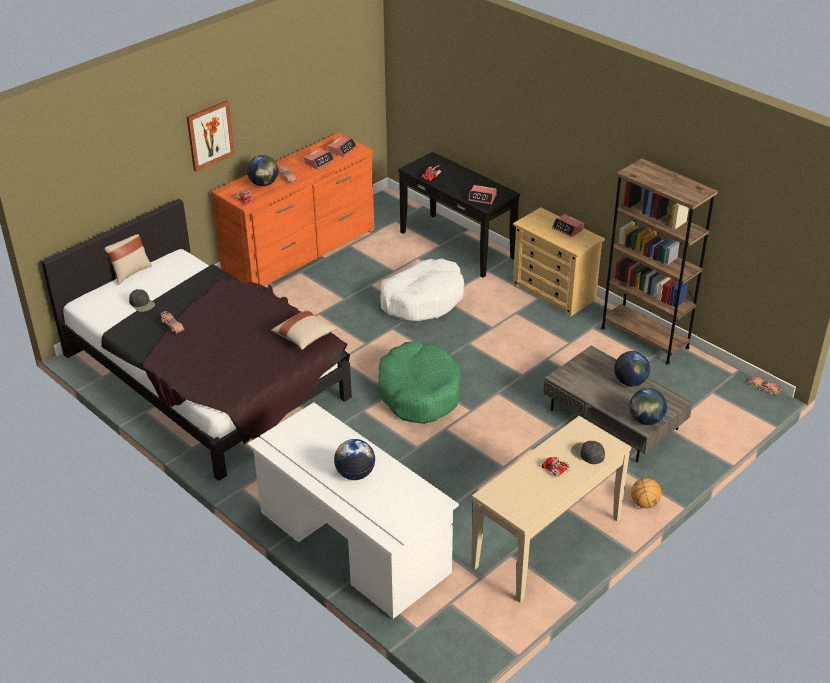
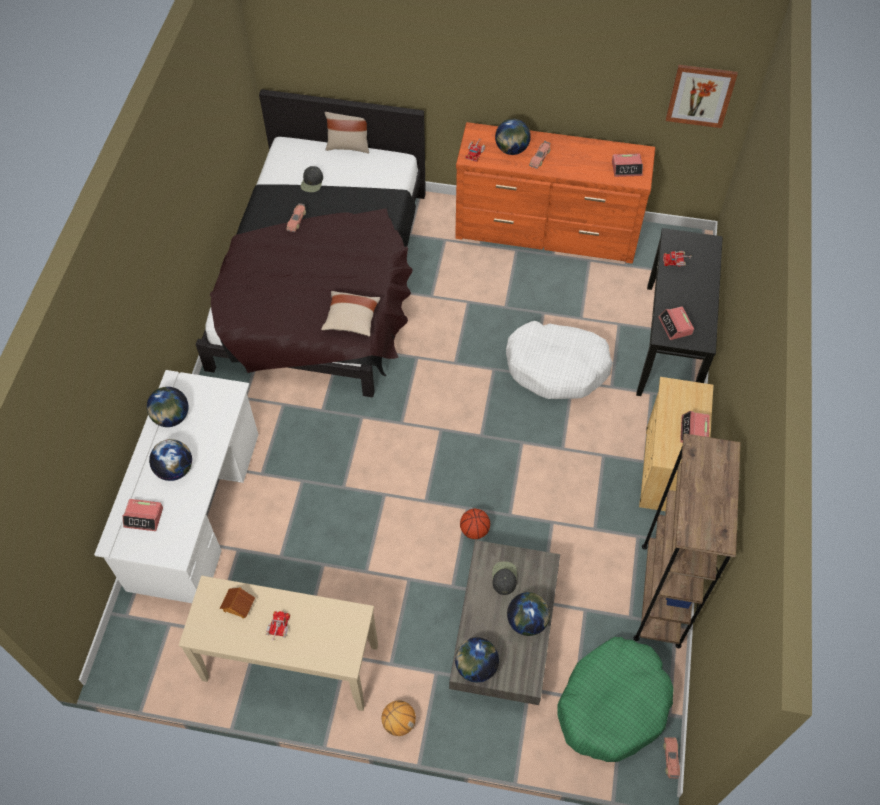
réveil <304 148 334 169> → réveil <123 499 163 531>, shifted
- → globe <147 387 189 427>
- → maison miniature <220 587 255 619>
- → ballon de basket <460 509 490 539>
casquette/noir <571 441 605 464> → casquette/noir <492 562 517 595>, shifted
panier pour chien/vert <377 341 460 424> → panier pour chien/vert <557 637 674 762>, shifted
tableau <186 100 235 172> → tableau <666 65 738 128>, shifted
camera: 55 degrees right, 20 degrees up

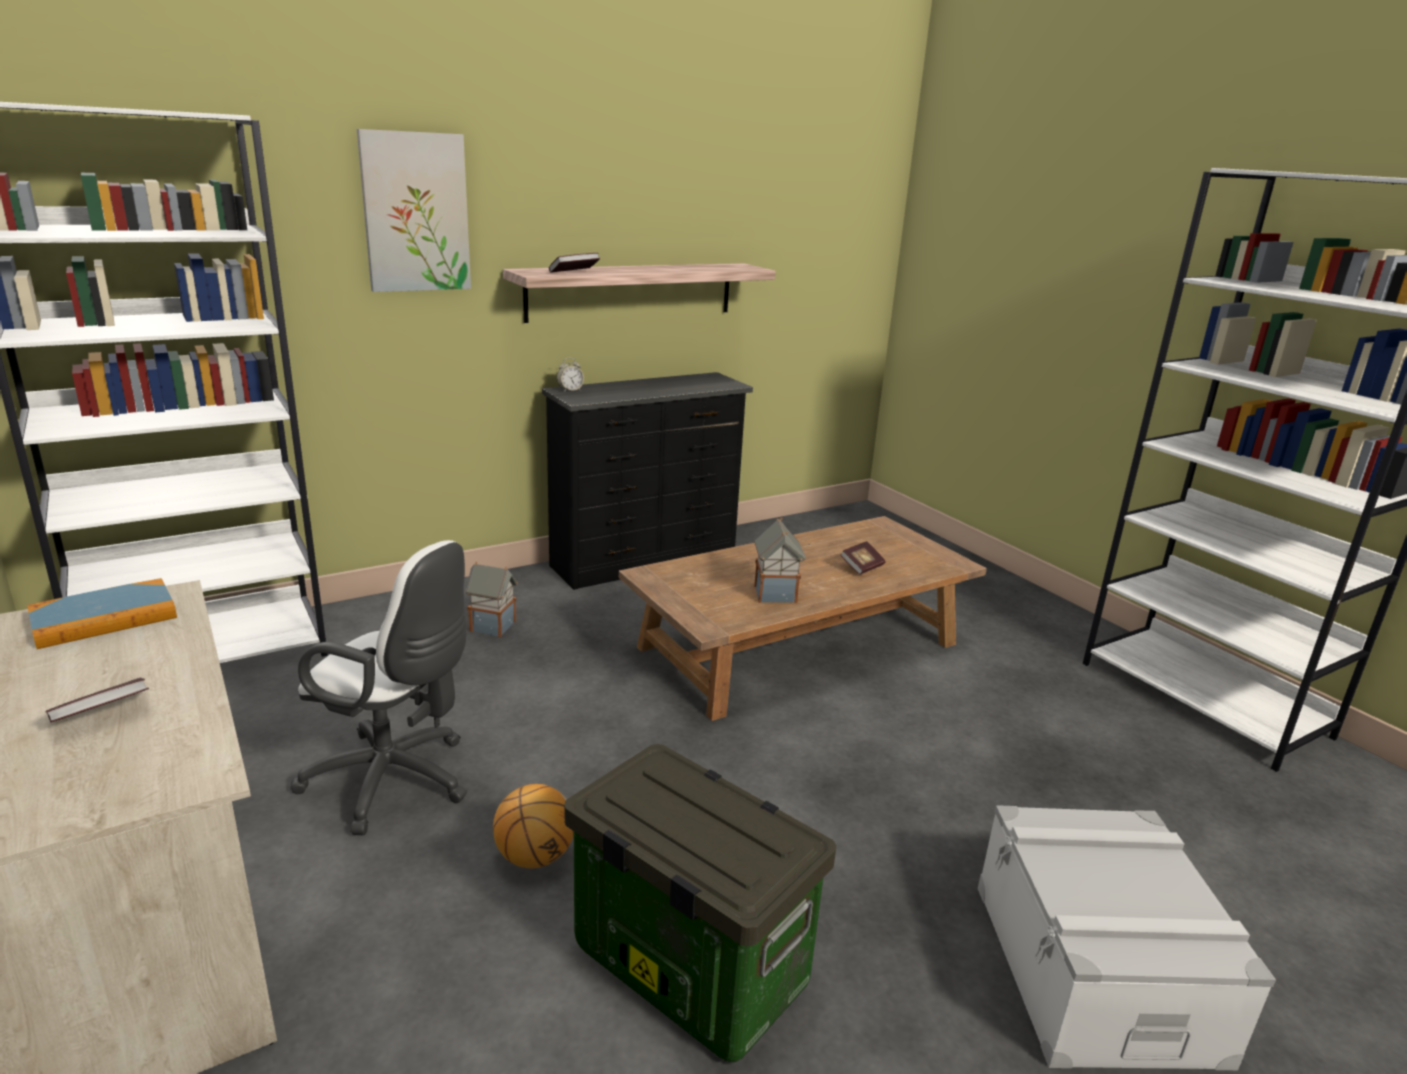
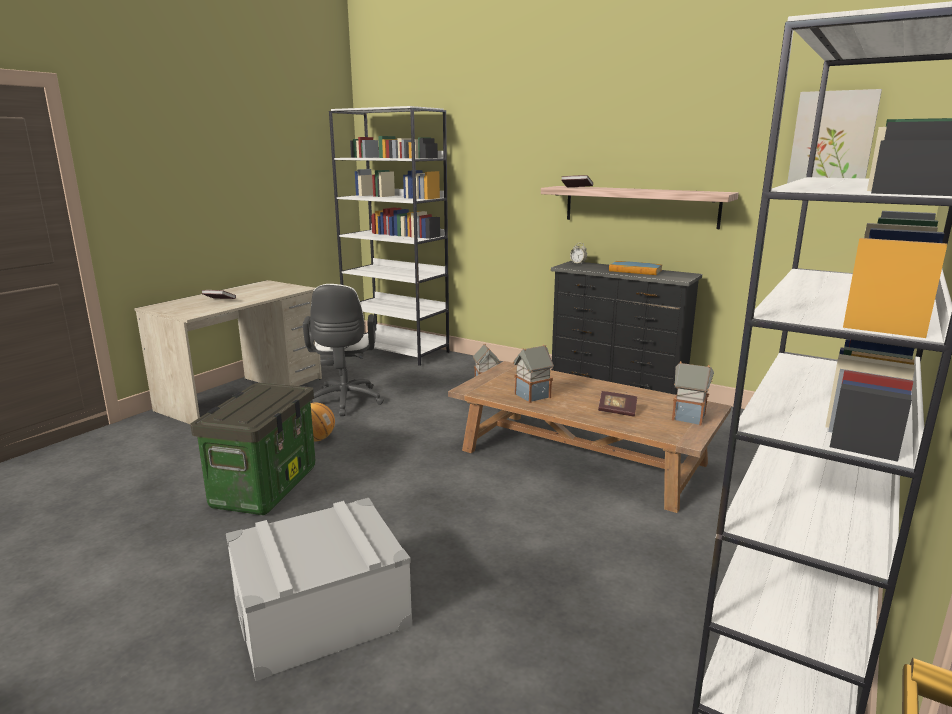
livre <27 578 177 649> → livre <609 261 662 275>, shifted
- → maison miniature <672 361 714 426>
tableau <357 129 471 292> → tableau <787 89 882 183>, shifted
camera: 65 degrees right, 5 degrees down

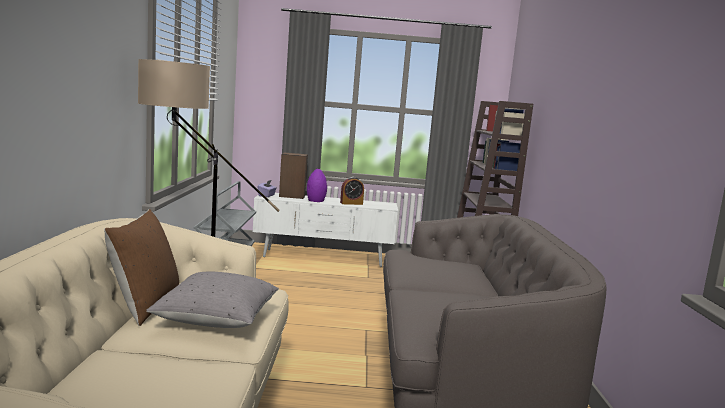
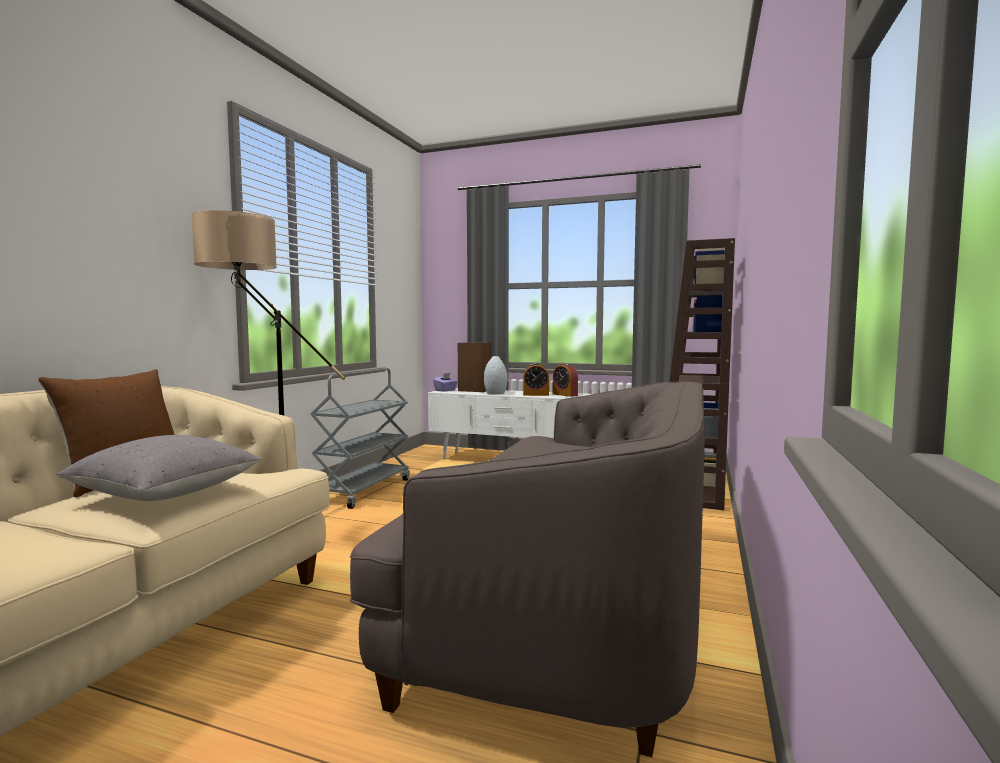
vase/violet <307 169 327 202> → vase/gris <484 356 508 394>
- → réveil <553 363 578 397>
camera: 20 degrees right, 5 degrees down

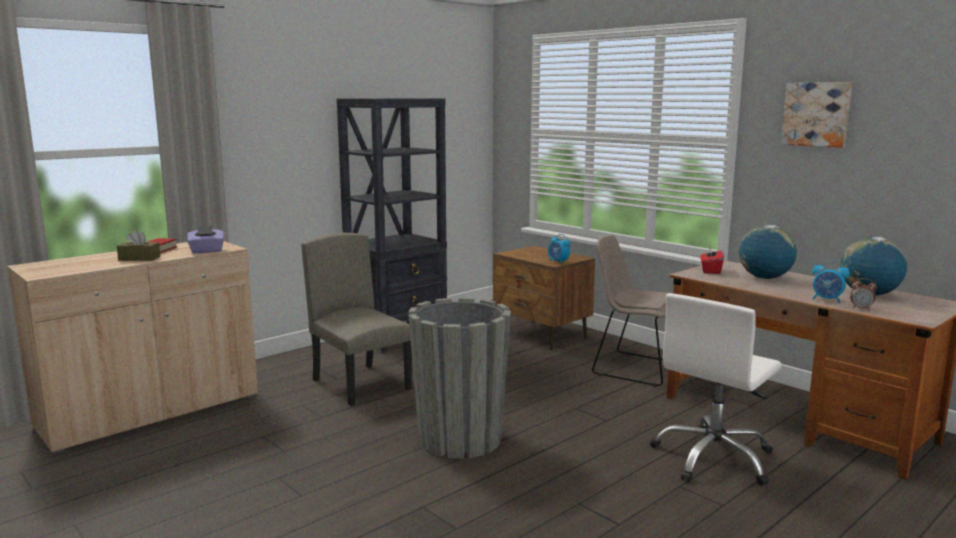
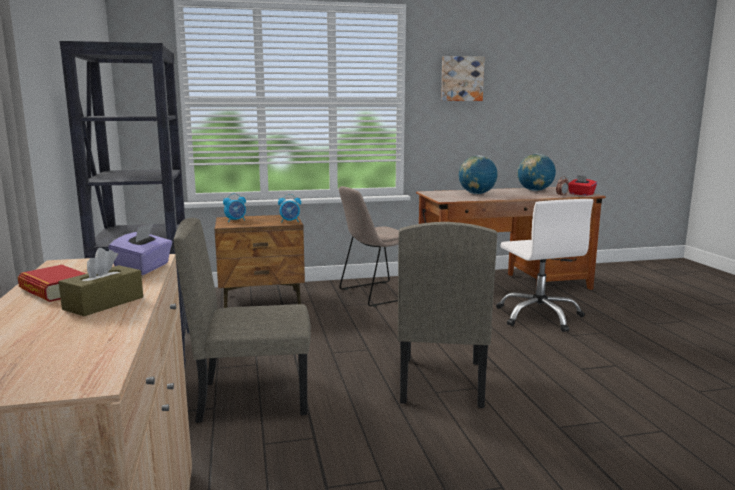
réveil <812 260 850 303> → réveil <223 193 246 222>, shifted
cache-pot/gris <408 297 511 459> → chaise/beige <398 222 497 408>
boîte à mouchoirs/rouge <700 244 724 274> → boîte à mouchoirs/rouge <568 175 597 196>, shifted
camera: 60 degrees left, 0 degrees up

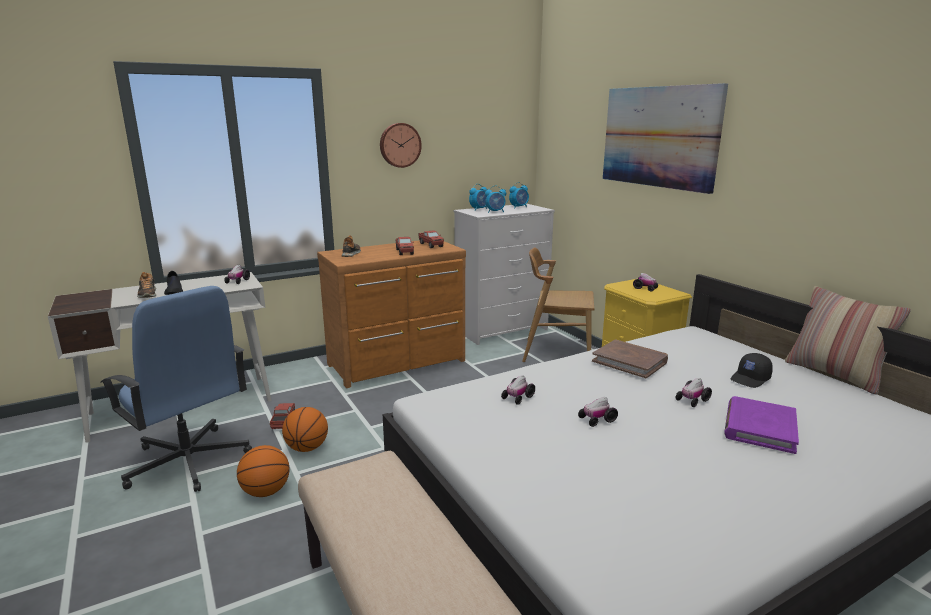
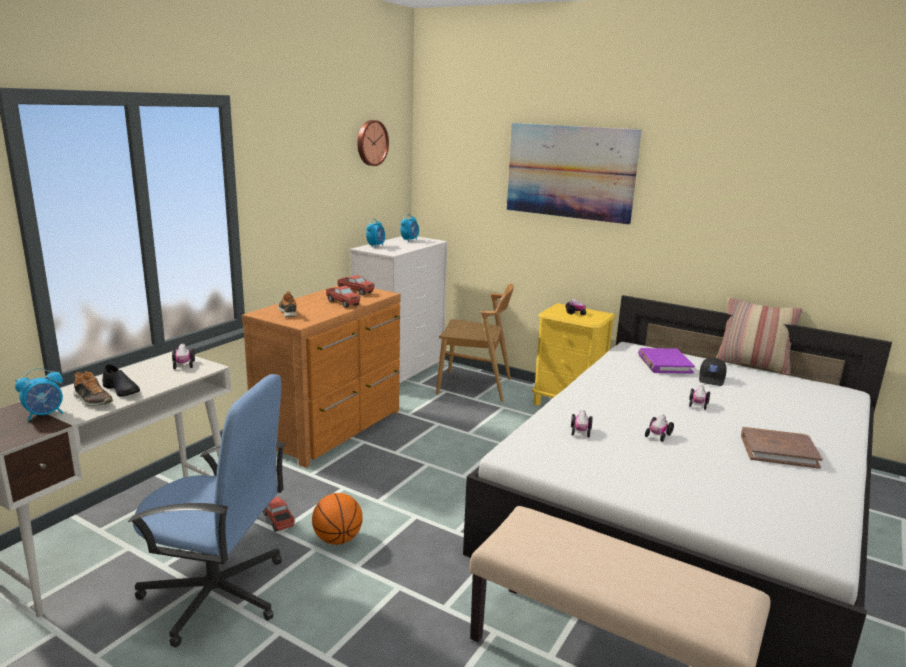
réveil <485 186 506 213> → réveil <15 368 63 421>, shifted
horloge murale <380 123 422 168> → horloge murale <357 120 389 166>, shifted
chaise/marron <522 247 595 362> → chaise/marron <436 283 514 402>, 150 degrees counterclockwise
livre/violet <724 396 799 454> → livre/violet <638 348 695 374>, shifted
livre/marron <592 340 668 378> → livre/marron <741 427 823 469>, shifted
ballon de basket <237 445 290 497> → -
camera: 30 degrees left, 0 degrees up

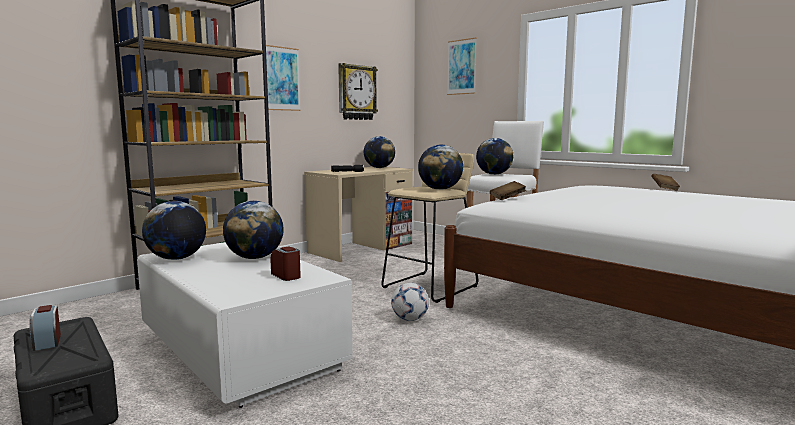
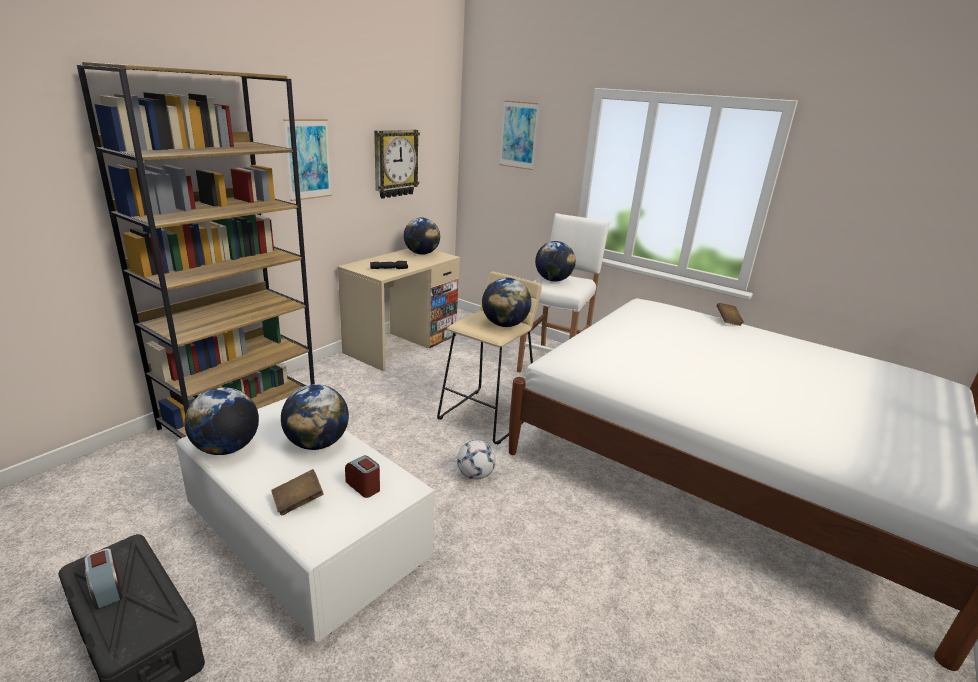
livre/marron <490 181 526 200> → livre/marron <271 469 324 516>, shifted
camera: 10 degrees left, 15 degrees up

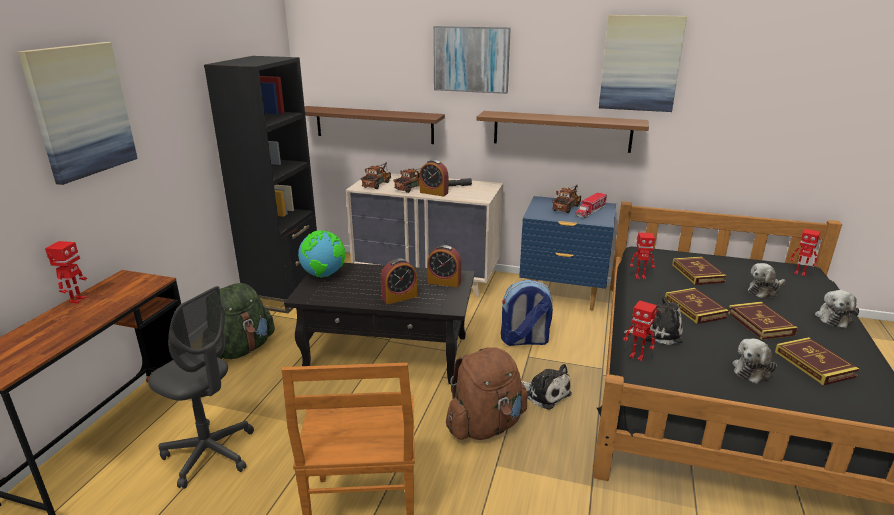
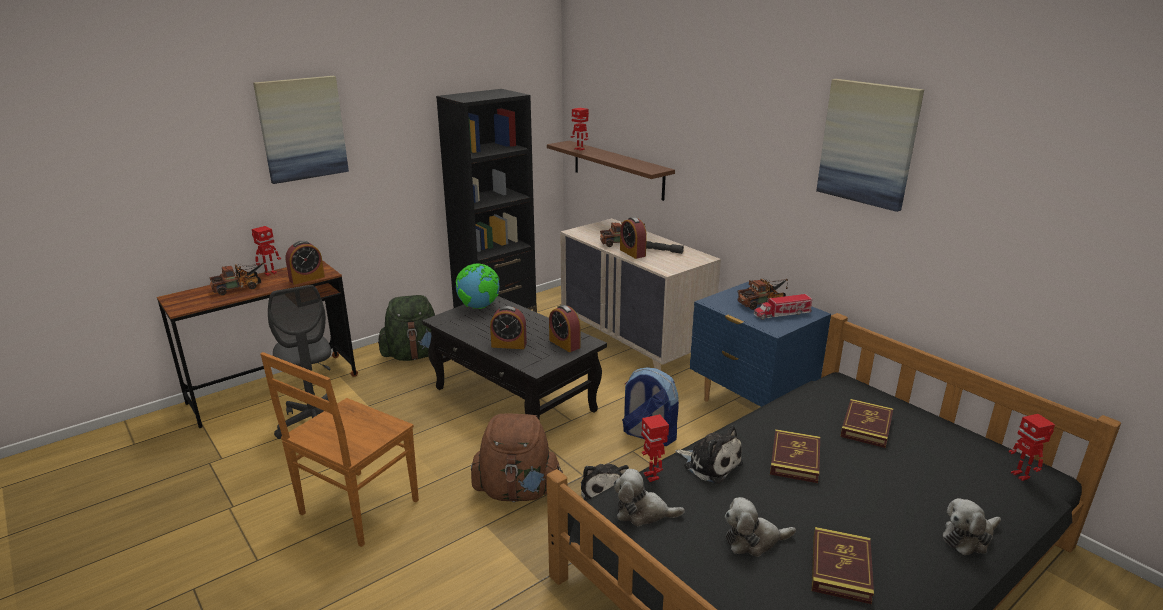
camion jouet <361 162 391 189> → camion jouet <210 263 267 295>, shifted
- → réveil <285 241 325 285>
robot jouet <630 232 655 279> → robot jouet <571 108 589 151>, shifted
peluche <748 263 785 298> → peluche <614 469 685 526>, shifted
tableau <433 26 511 94> → -
étagère/marron <477 111 649 153> → -
livre <729 302 798 340> → -
camera: 35 degrees right, 0 degrees up

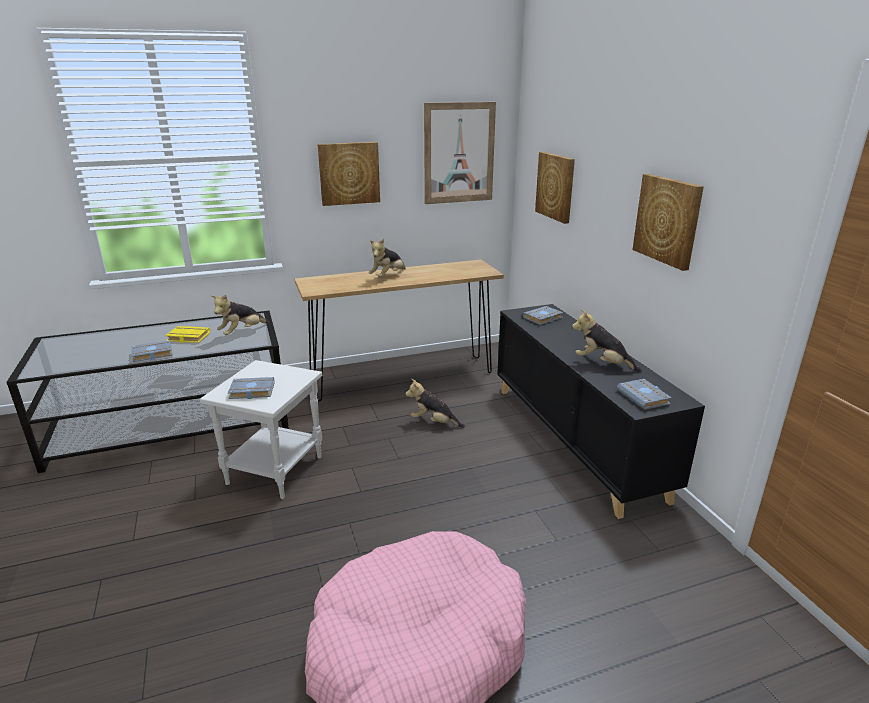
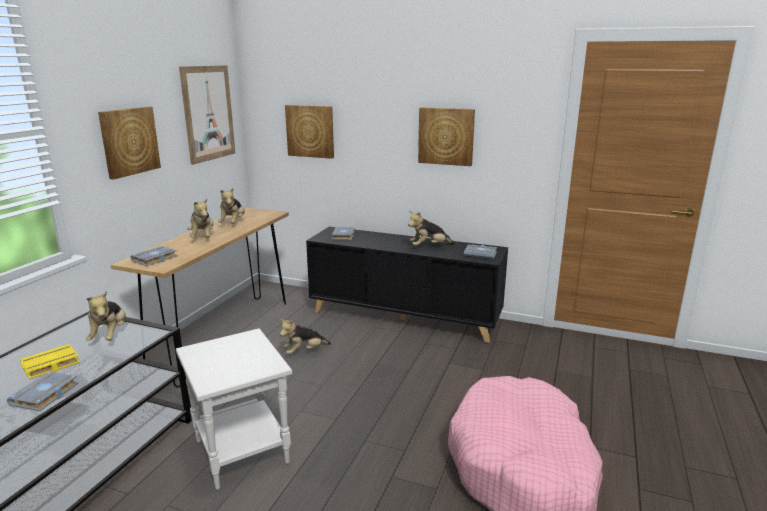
livre/gris <228 377 275 399> → livre/gris <130 246 178 266>, shifted
- → peluche <218 187 245 224>
camera: 50 degrees left, 5 degrees down

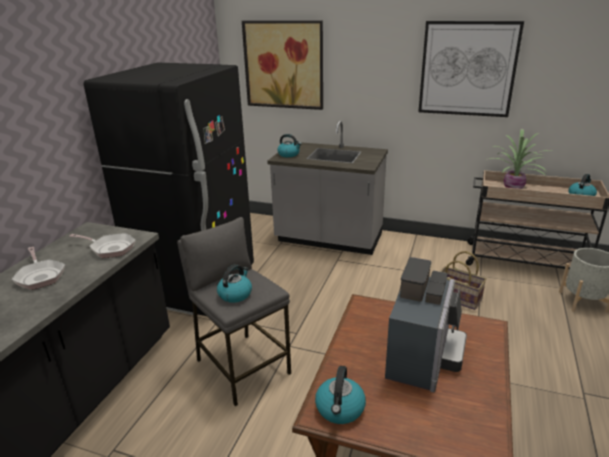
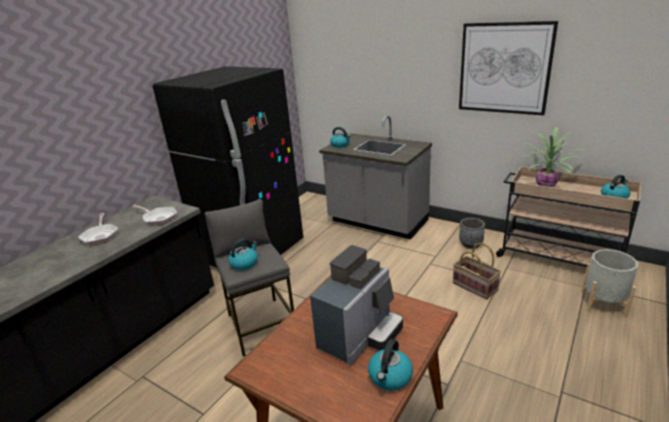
bouilloire <315 366 366 424> → bouilloire <368 339 413 390>, shifted
- → cache-pot/gris <459 218 485 249>
tableau <242 20 323 110> → -
camera: 15 degrees right, 0 degrees up

